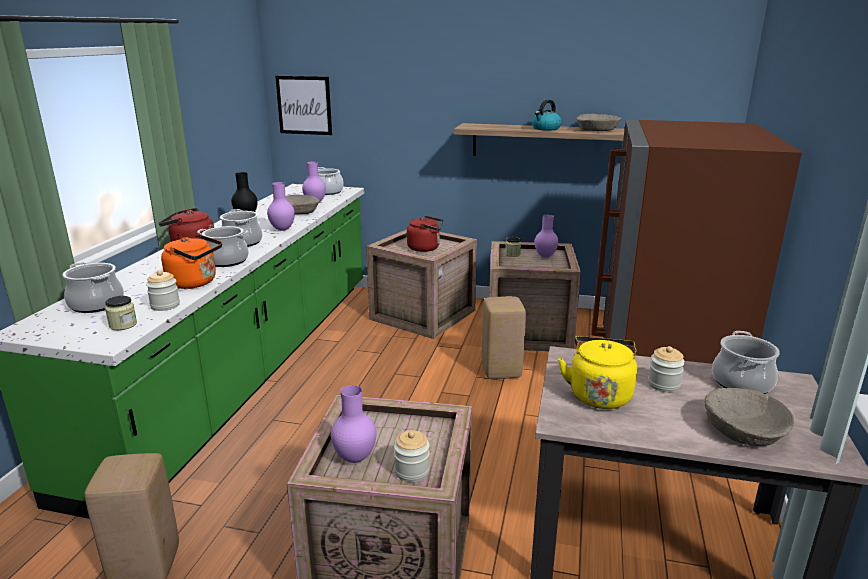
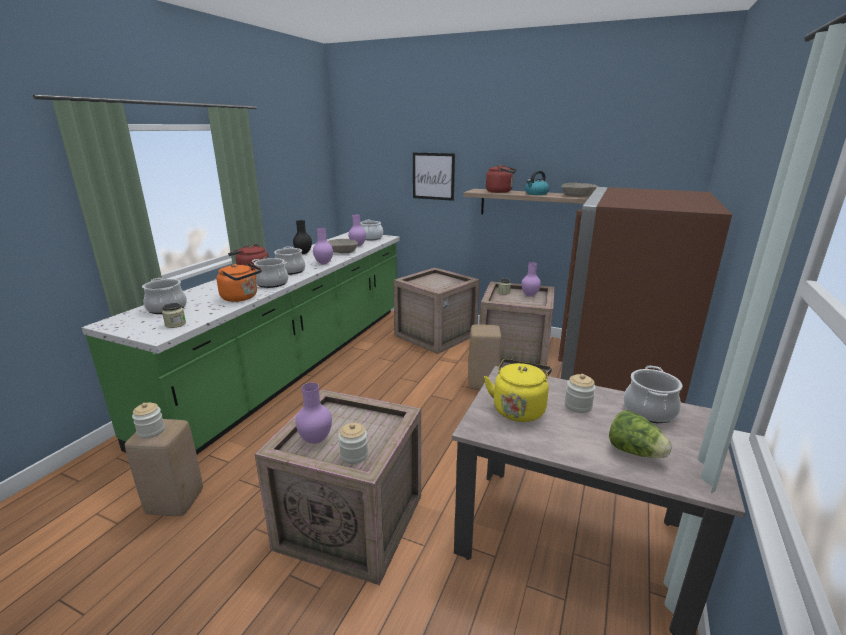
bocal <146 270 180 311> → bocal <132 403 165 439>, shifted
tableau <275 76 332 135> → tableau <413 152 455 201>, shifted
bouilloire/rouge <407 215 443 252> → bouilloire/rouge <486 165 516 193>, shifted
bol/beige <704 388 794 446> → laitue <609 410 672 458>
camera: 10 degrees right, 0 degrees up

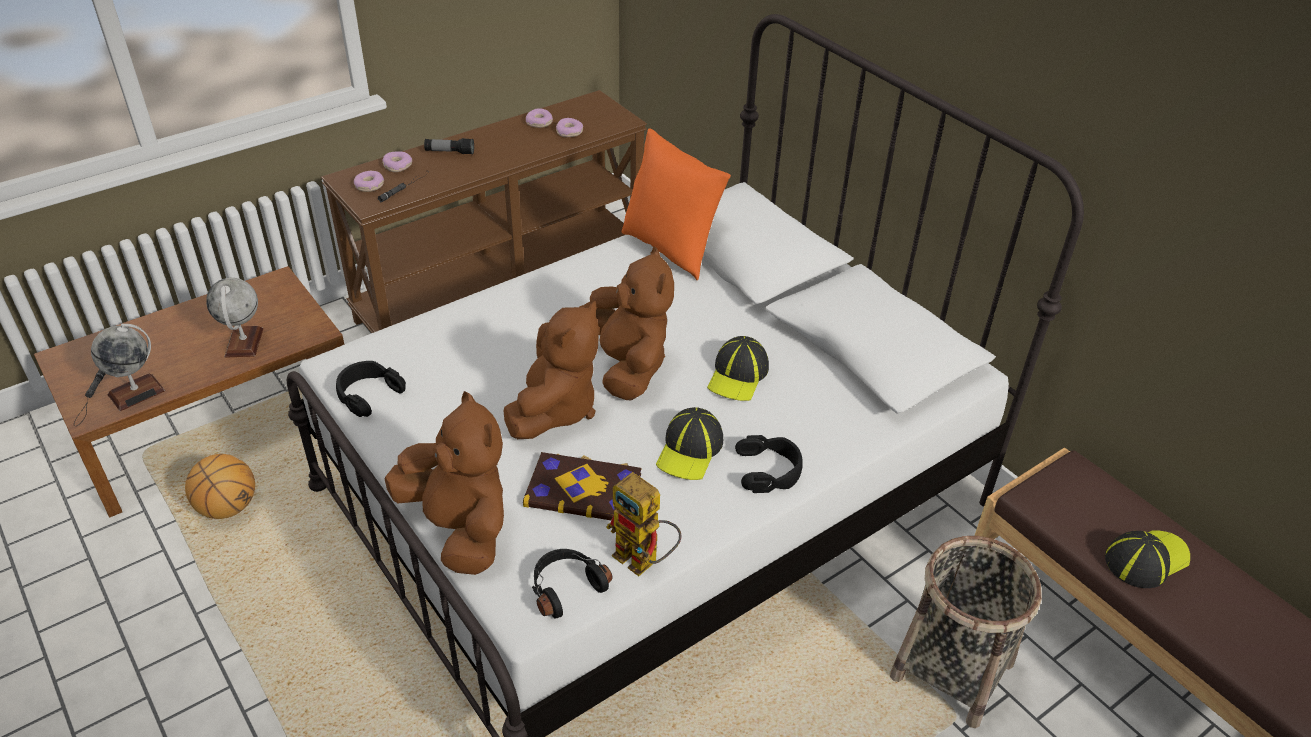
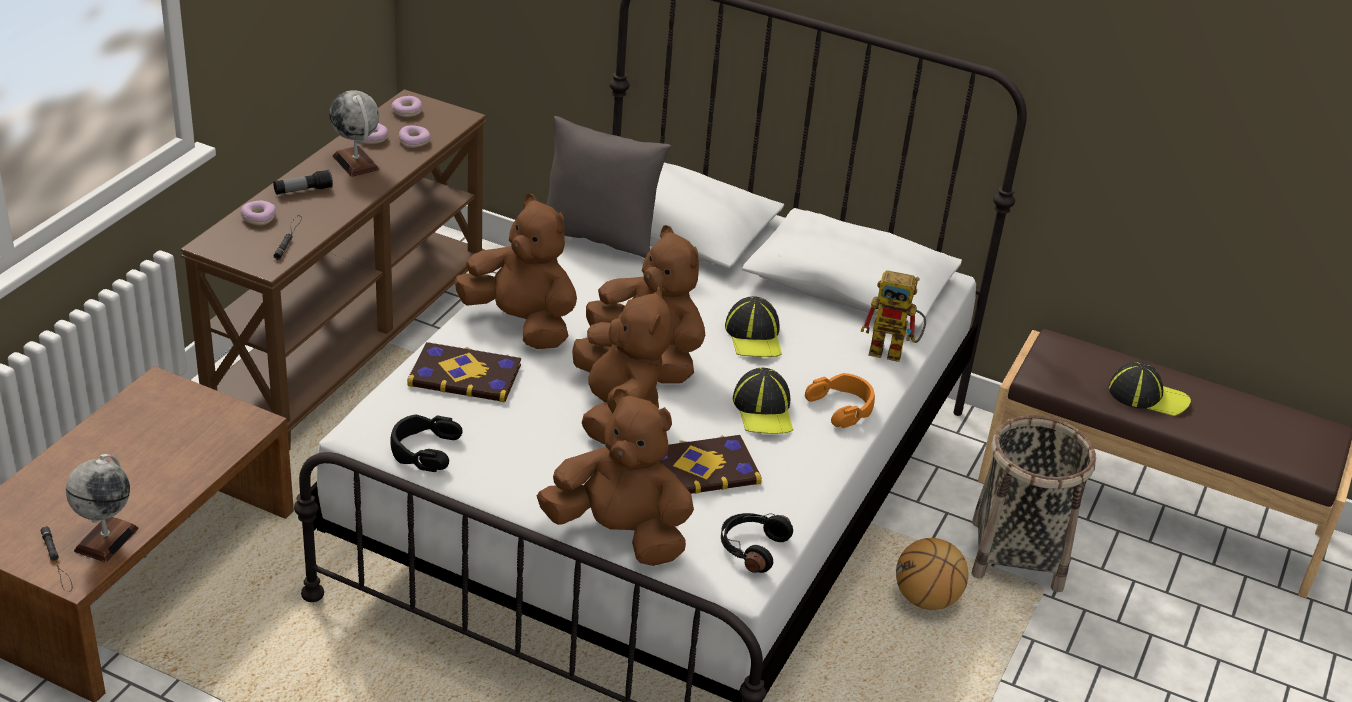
globe <206 278 263 358> → globe <329 90 380 177>, shifted
beignet <354 171 384 192> → beignet <391 96 422 117>, shifted
- → livre <407 342 521 402>
- → peluche/marron <455 194 577 349>
coussin/orange <622 128 731 280> → coussin/gris <546 116 671 258>
casque audio/noir <735 435 803 493> → casque audio/orange <805 373 875 428>
robot jouet <606 472 681 576> → robot jouet <860 270 926 362>, shifted
ballon de basket <185 454 255 519> → ballon de basket <896 538 968 610>, shifted
casquette <1105 530 1190 588> → casquette <1108 362 1191 416>, 75 degrees clockwise
camera: 30 degrees left, 5 degrees down

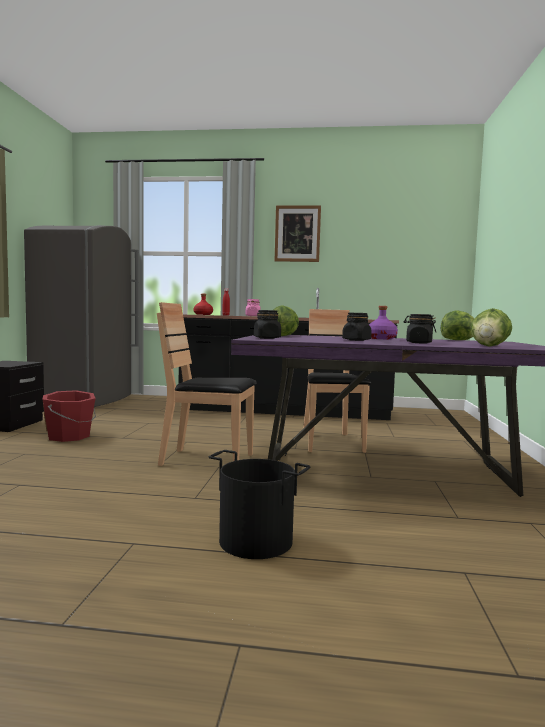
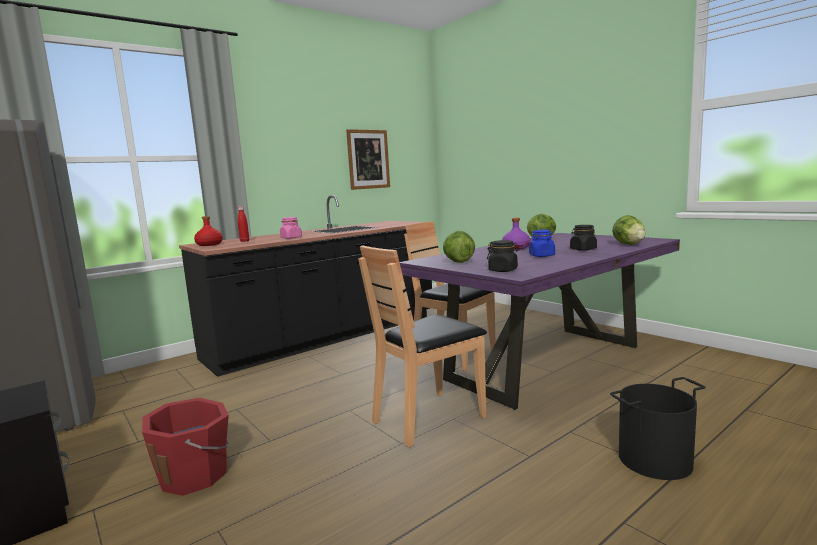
tableau <275 205 321 262> → tableau <346 129 390 190>, shifted
bocal/noir <342 313 371 341> → bocal/bleu <529 230 555 257>
camera: 45 degrees left, 5 degrees up

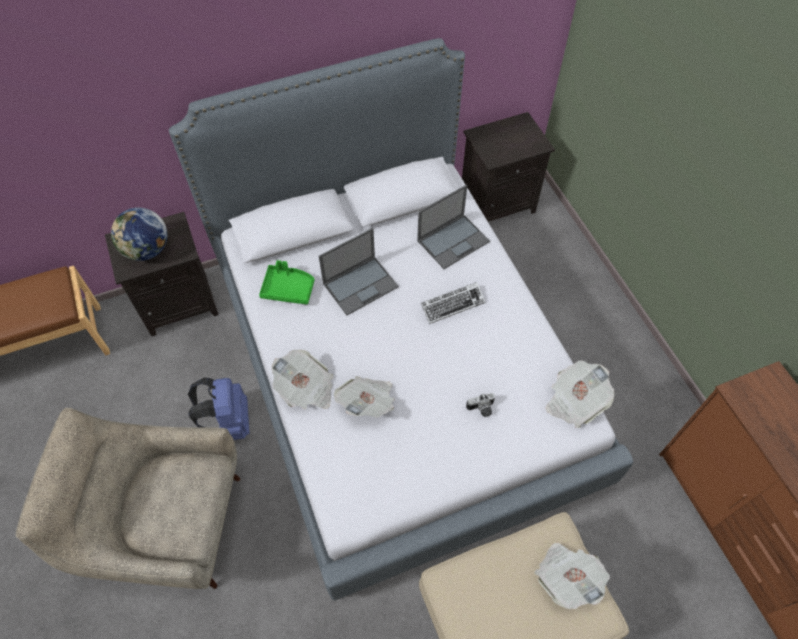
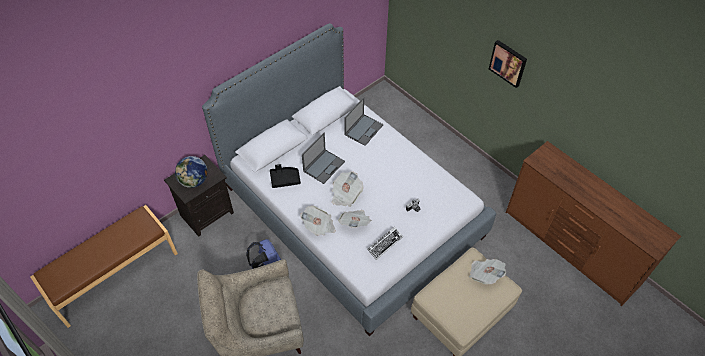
plateau/vert <259 260 314 304> → plateau/noir <270 164 301 188>
journal <546 360 615 428> → journal <332 172 363 207>, shifted
clavier <421 282 486 324> → clavier <367 226 403 260>, shifted
- → tableau <489 40 527 88>
table de chevet/noir <462 112 555 222> → -
camera: 20 degrees left, 5 degrees down

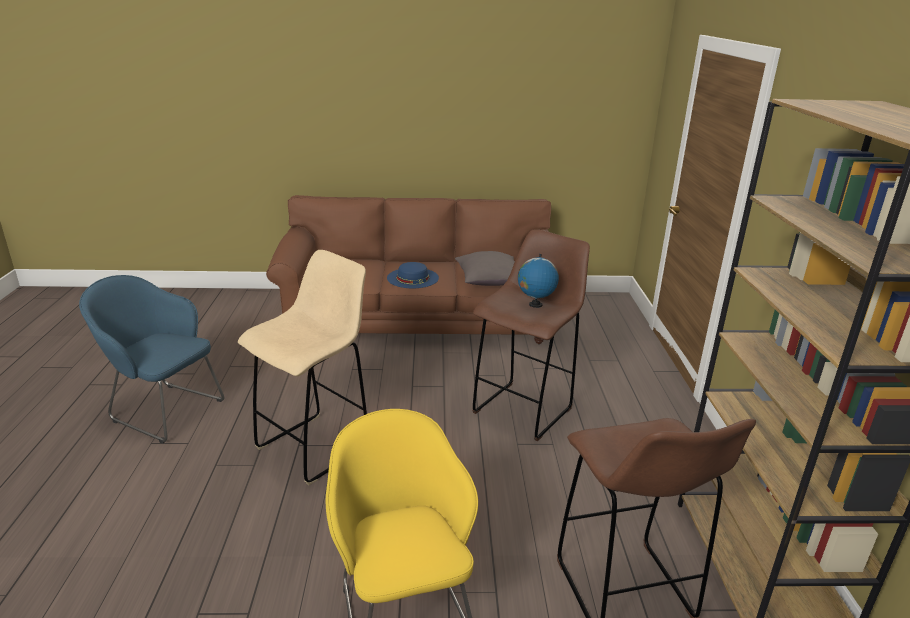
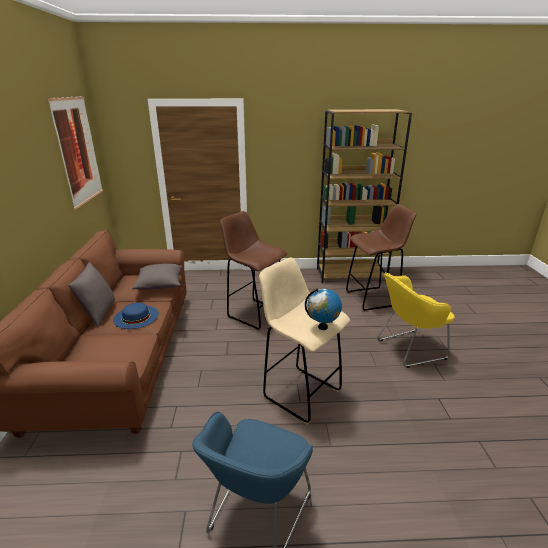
- → tableau <48 96 103 210>
- → coussin/gris <68 262 115 328>
globe <518 254 559 308> → globe <305 289 342 330>, shifted
camera: 90 degrees left, 0 degrees up

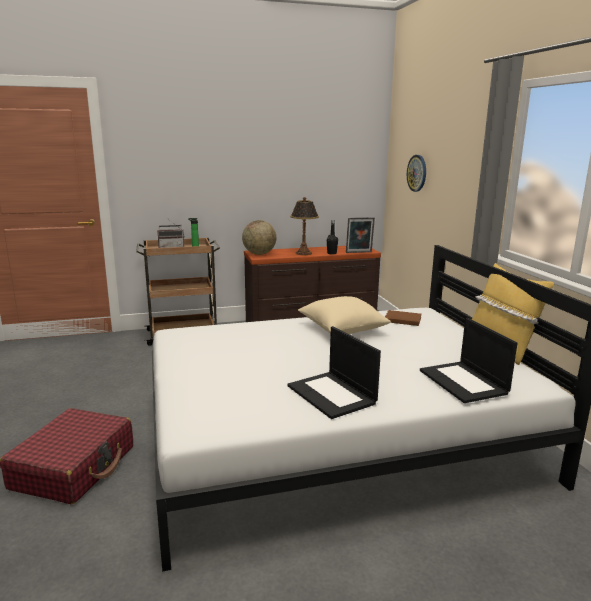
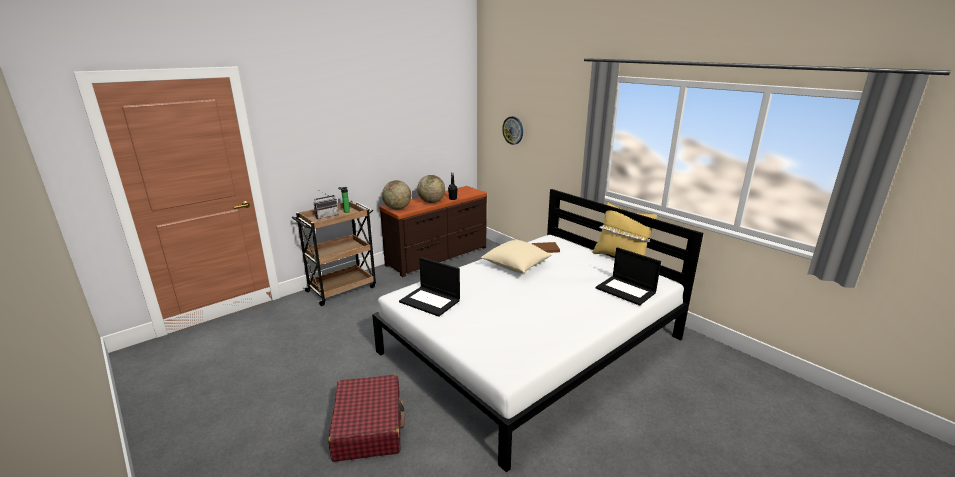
ordinateur portable <288 326 381 419> → ordinateur portable <399 257 460 317>, shifted
lampe de table <290 197 319 255> → globe <417 175 445 203>
cadre photo <346 217 375 253> → -
camera: 25 degrees left, 5 degrees up

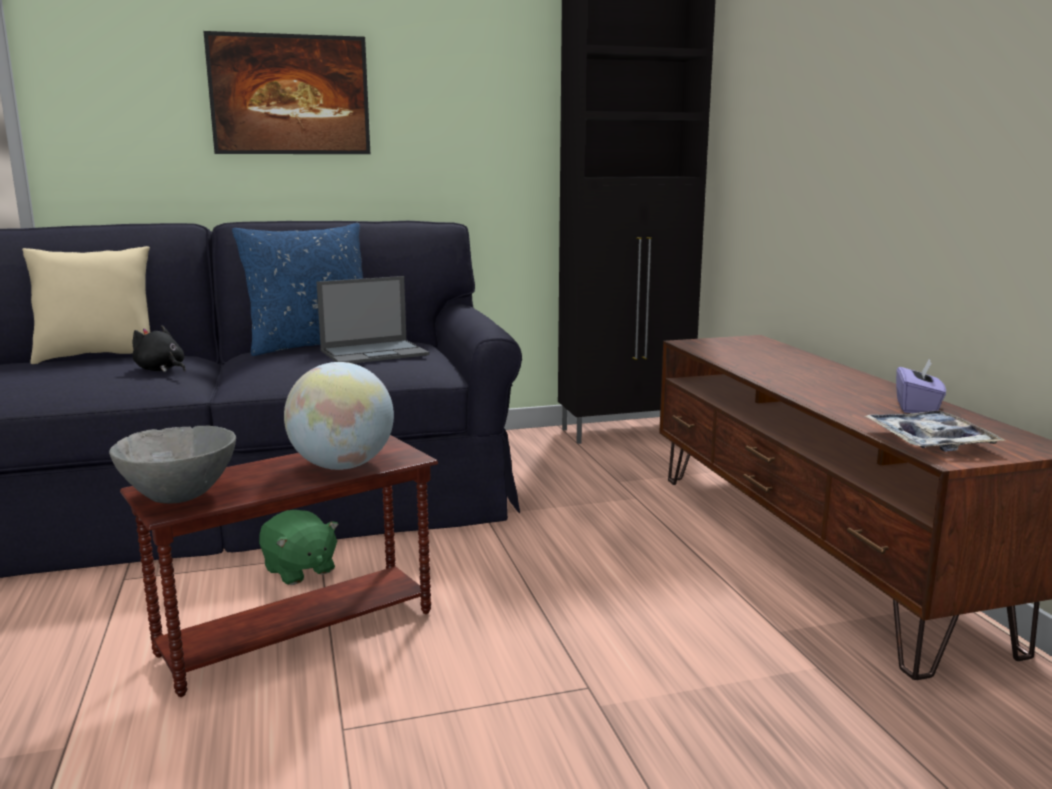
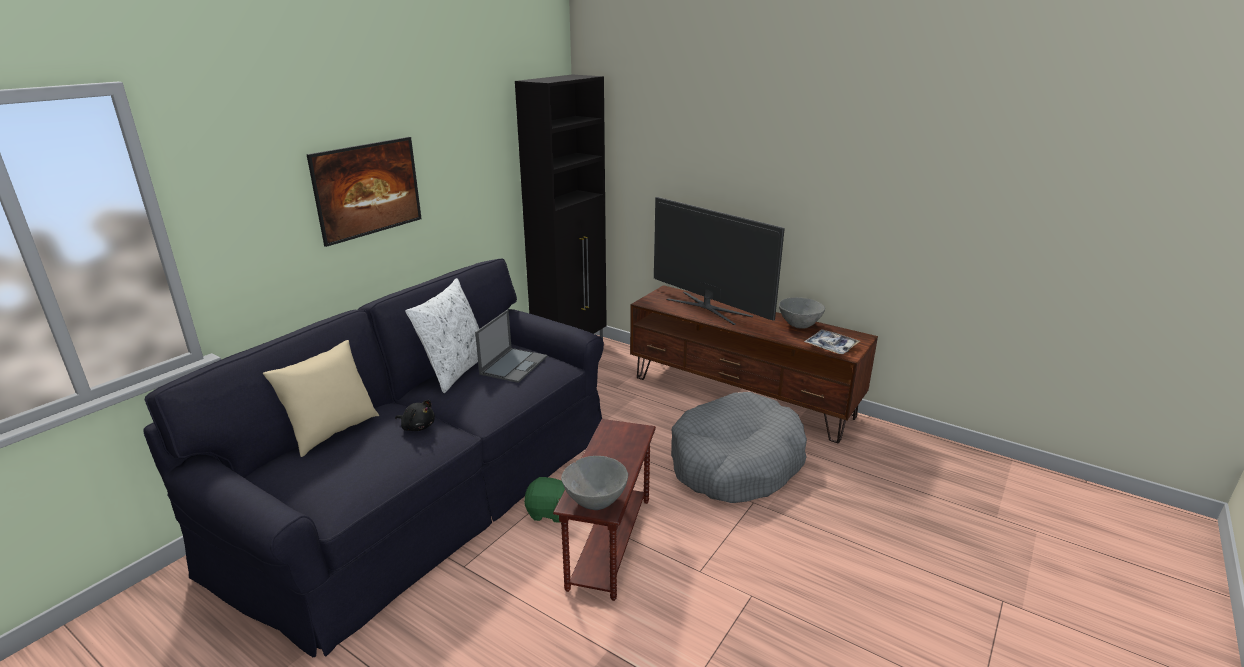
peluche/noir <132 325 186 372> → peluche/noir <395 400 435 431>, 150 degrees counterclockwise
coussin/bleu <232 223 363 356> → coussin/blanc <405 278 479 393>
- → téléviseur <654 197 785 325>
- → panier pour chien/gris <671 392 807 503>
boîte à mouchoirs/violet <896 358 946 413> → bol/gris <779 297 825 329>
globe <284 362 394 470> → -
camera: 40 degrees left, 10 degrees up

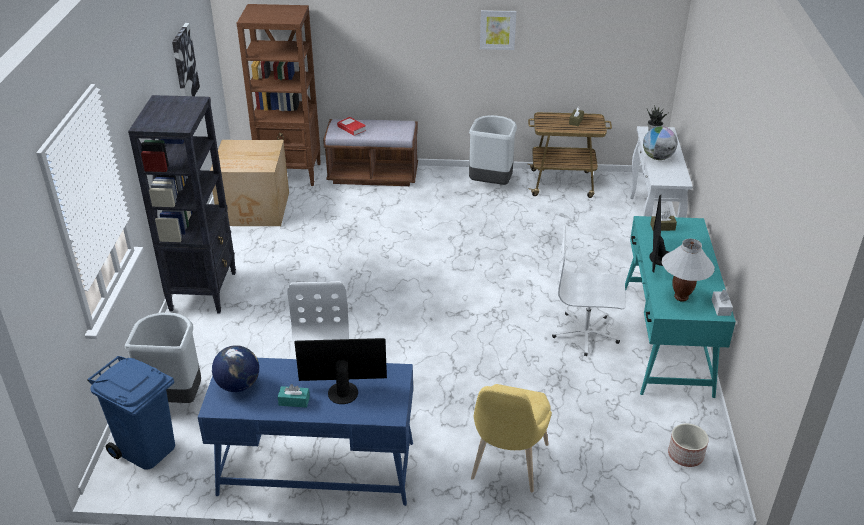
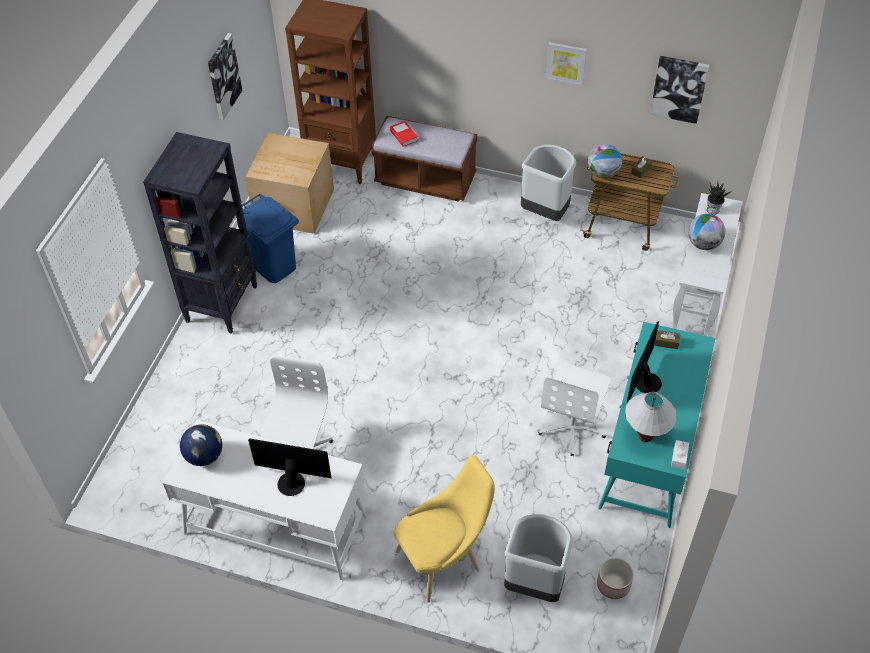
bureau/bleu <198 358 413 506> → bureau/blanc <163 420 367 580>
poubelle/bleu <87 356 175 470> → poubelle/bleu <242 194 299 283>, shifted
chaise/jaune <471 384 552 492> → chaise/jaune <394 455 495 603>, 150 degrees counterclockwise
poubelle/gris <125 313 201 403> → poubelle/gris <504 514 573 602>, shifted
chaise de bureau/blanc <552 225 626 356> → chaise de bureau/blanc <538 363 611 456>, 90 degrees counterclockwise
- → globe <588 144 622 179>
- → tableau <650 56 709 124>
boîte à mouchoirs/turquoise <278 384 310 408> → -
camera: 15 degrees right, 15 degrees up

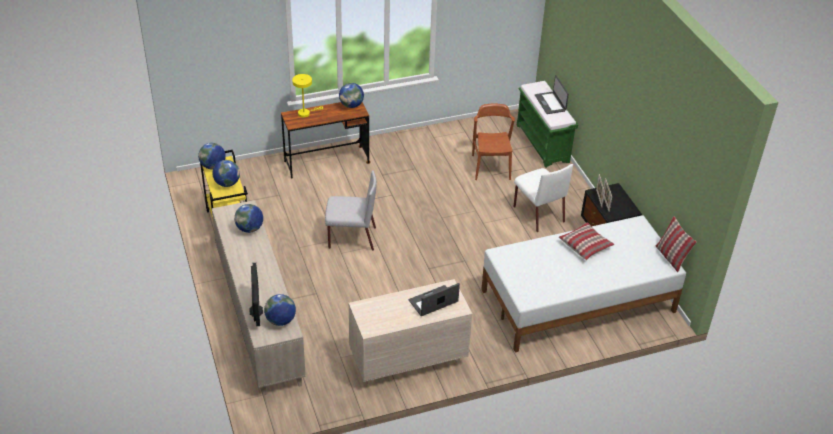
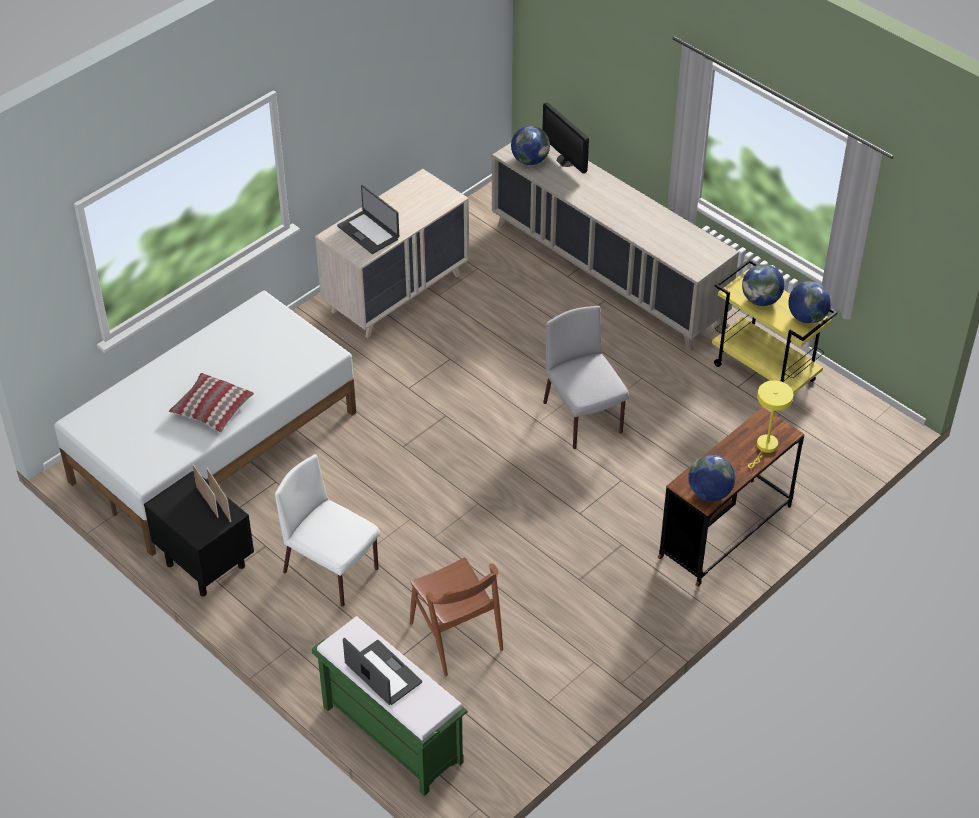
ordinateur portable <409 283 460 316> → ordinateur portable <337 185 399 254>, 105 degrees clockwise
chaise/gris <325 170 376 251> → chaise/gris <543 306 629 449>, 90 degrees clockwise
globe <234 204 263 233> → -
coussin <656 216 696 272> → -
camera: 155 degrees right, 5 degrees up

